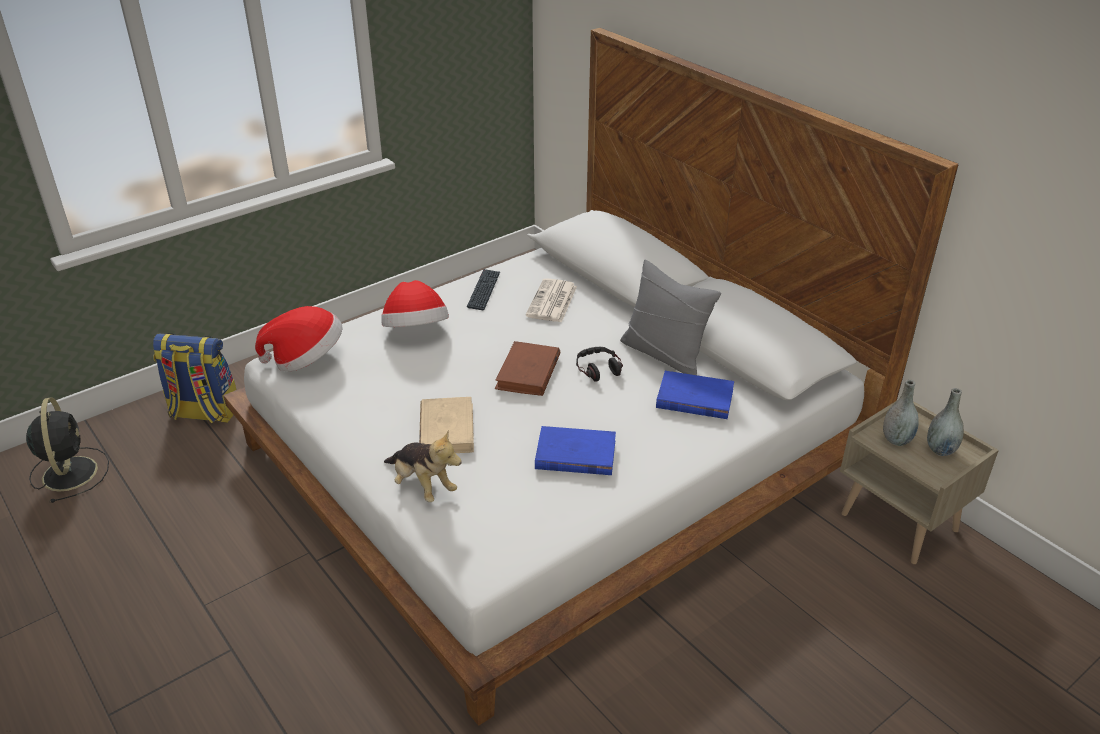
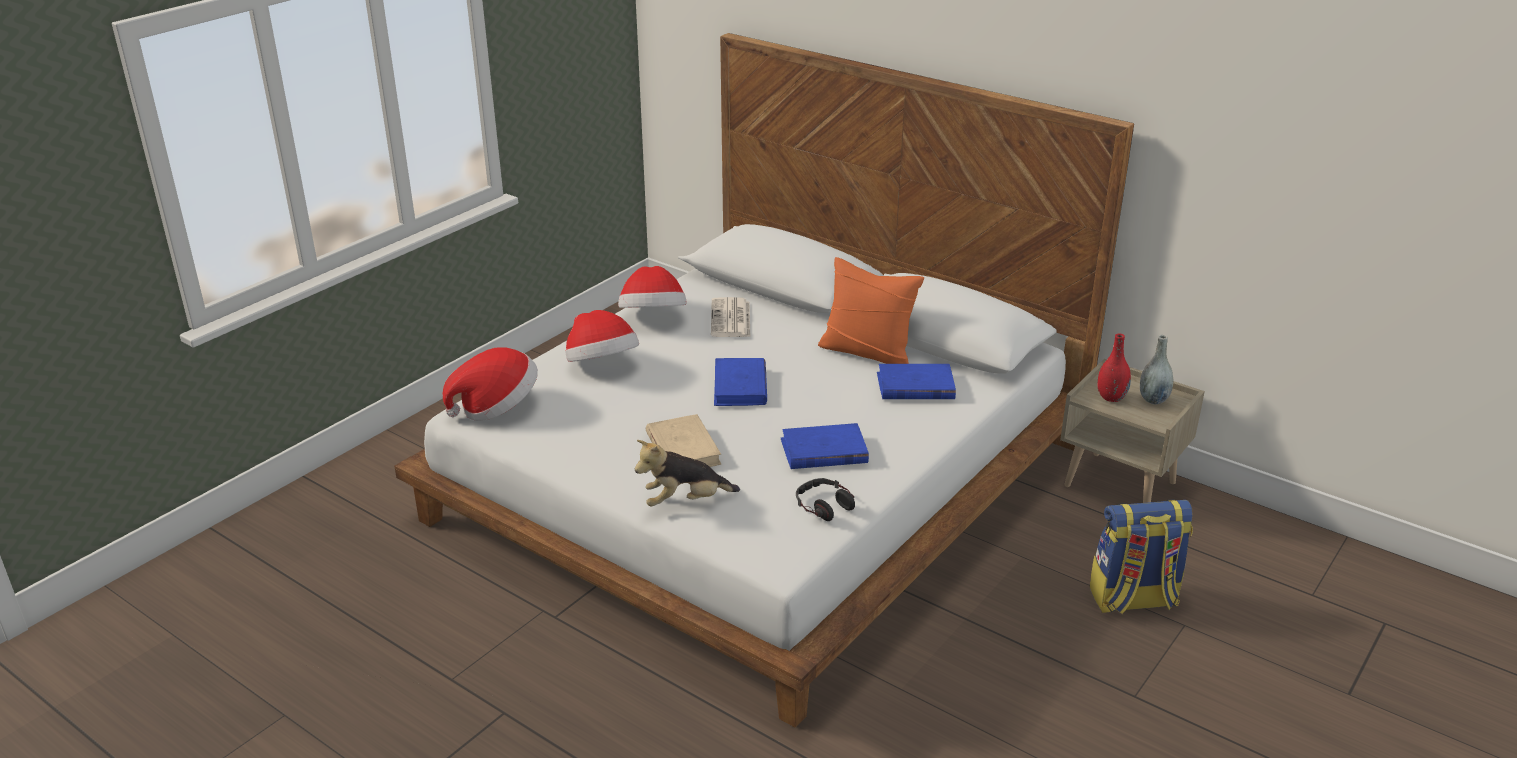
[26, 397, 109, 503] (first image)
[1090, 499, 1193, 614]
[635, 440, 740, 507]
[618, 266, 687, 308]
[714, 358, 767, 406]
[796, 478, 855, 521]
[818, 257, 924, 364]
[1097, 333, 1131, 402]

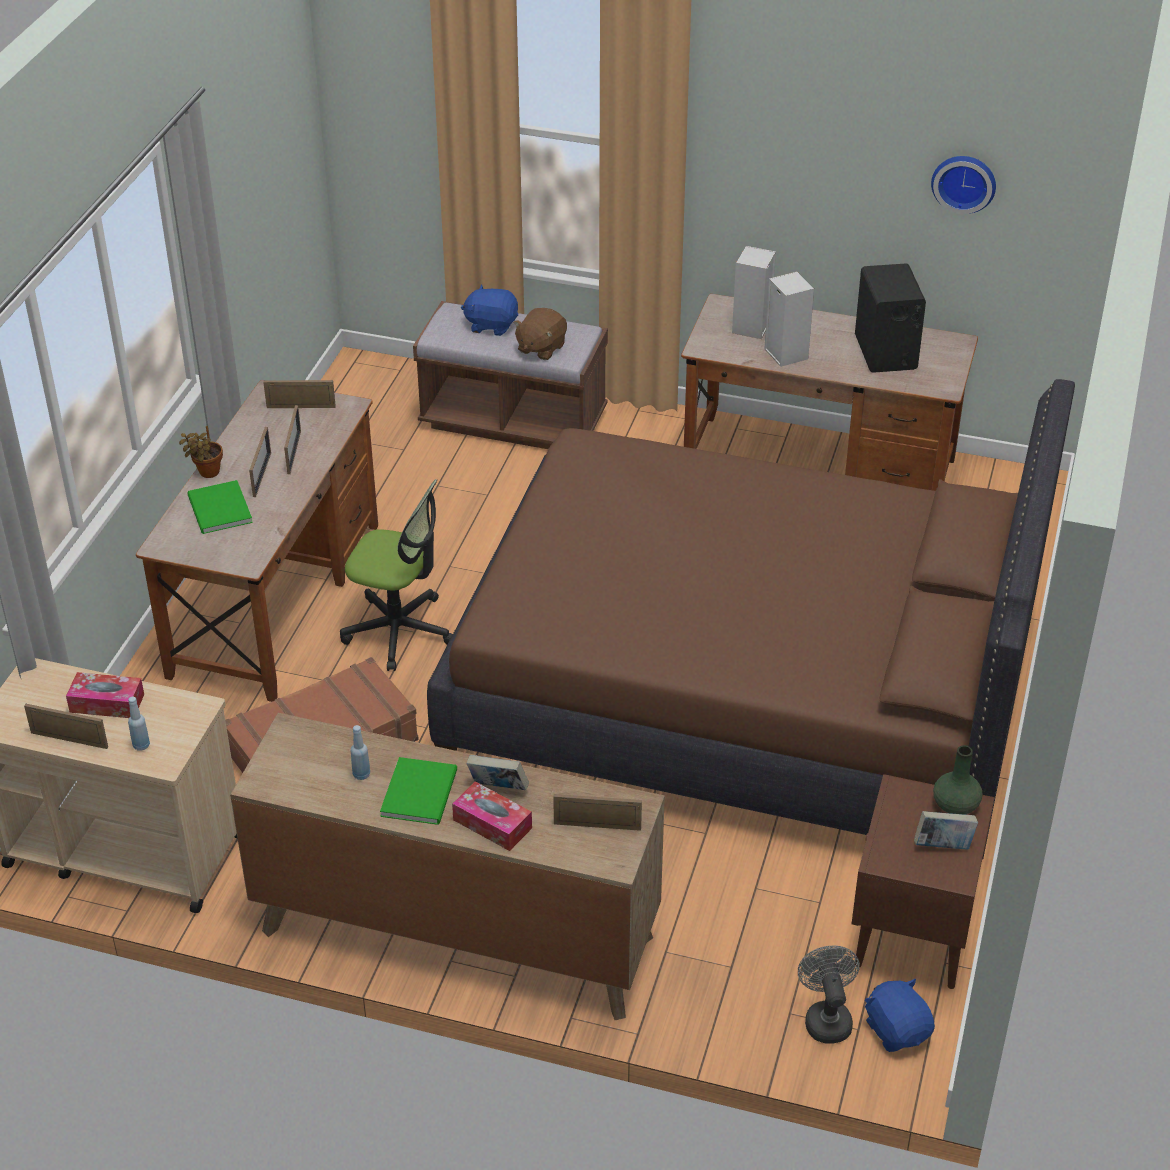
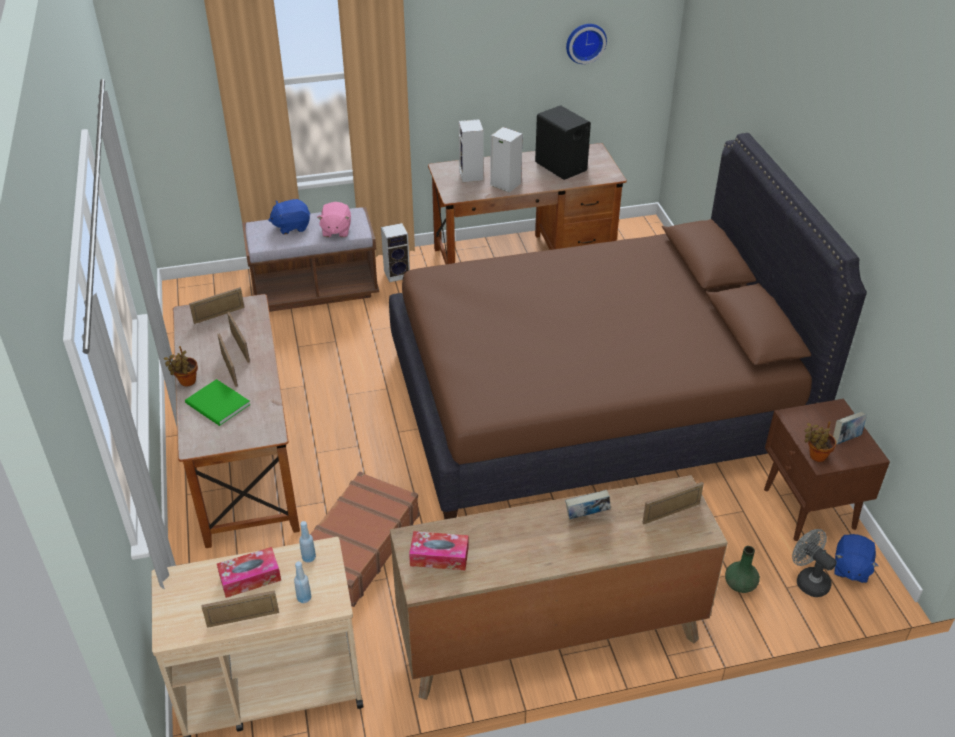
[340, 479, 453, 671] (first image)
[299, 521, 316, 563]
[380, 757, 457, 825] (first image)
[409, 531, 468, 570]
[317, 202, 351, 237]
[835, 534, 878, 583]
[725, 546, 760, 593]
[381, 223, 410, 282]
[804, 421, 836, 462]

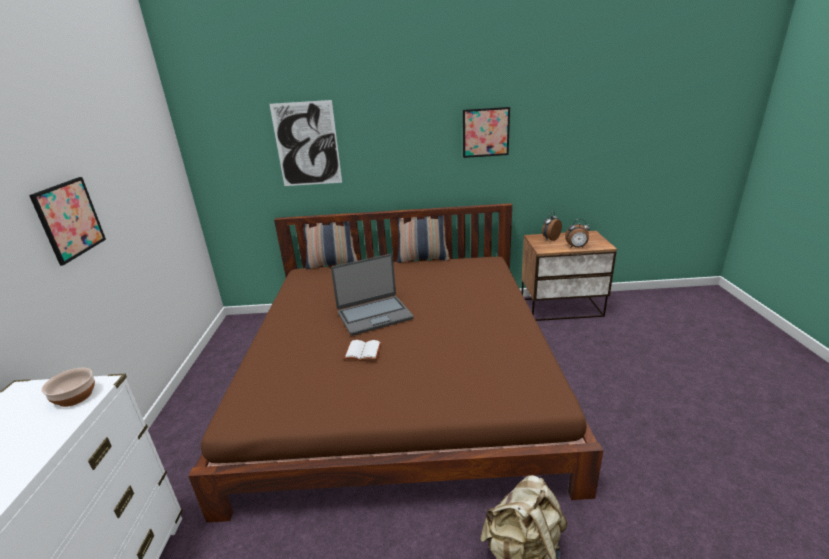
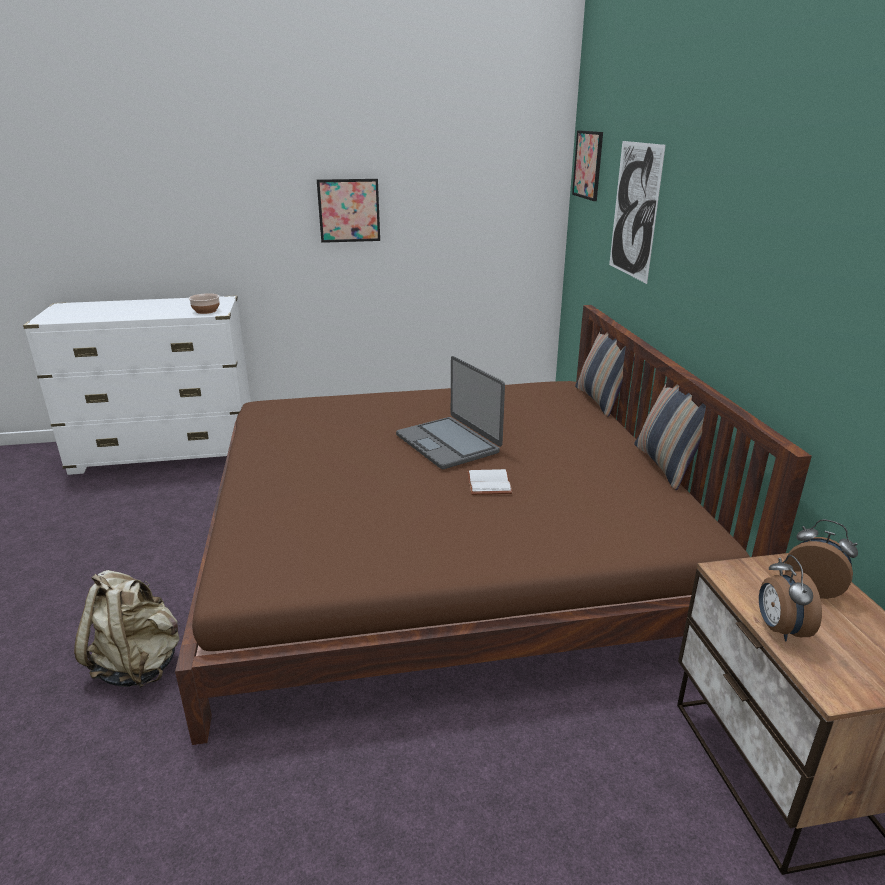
[467, 469, 512, 495]
[572, 130, 603, 201]

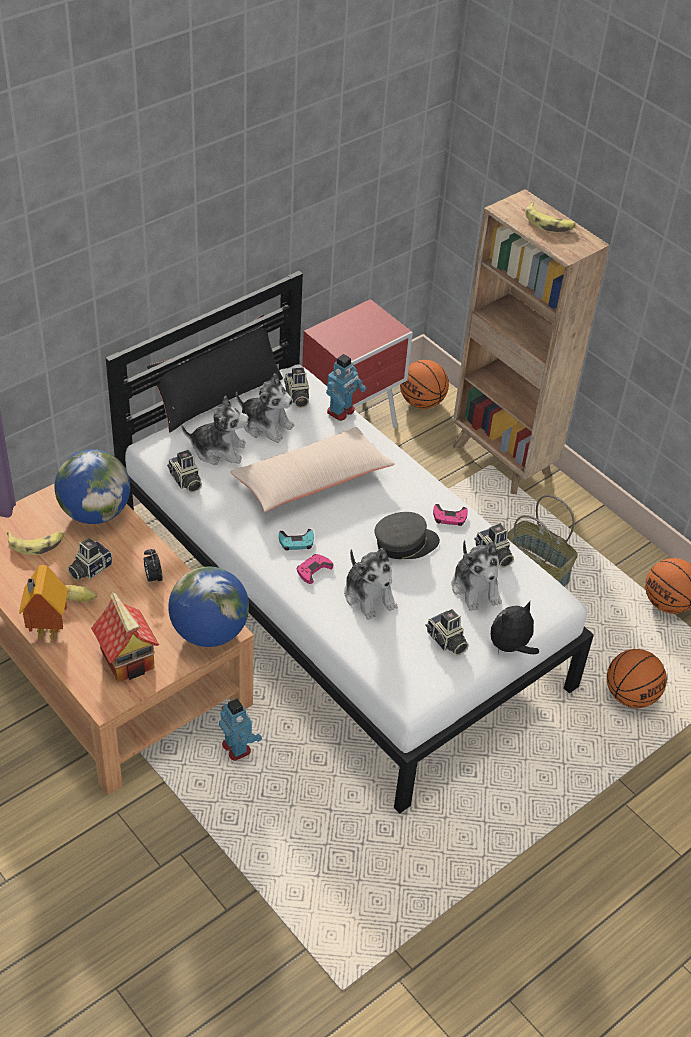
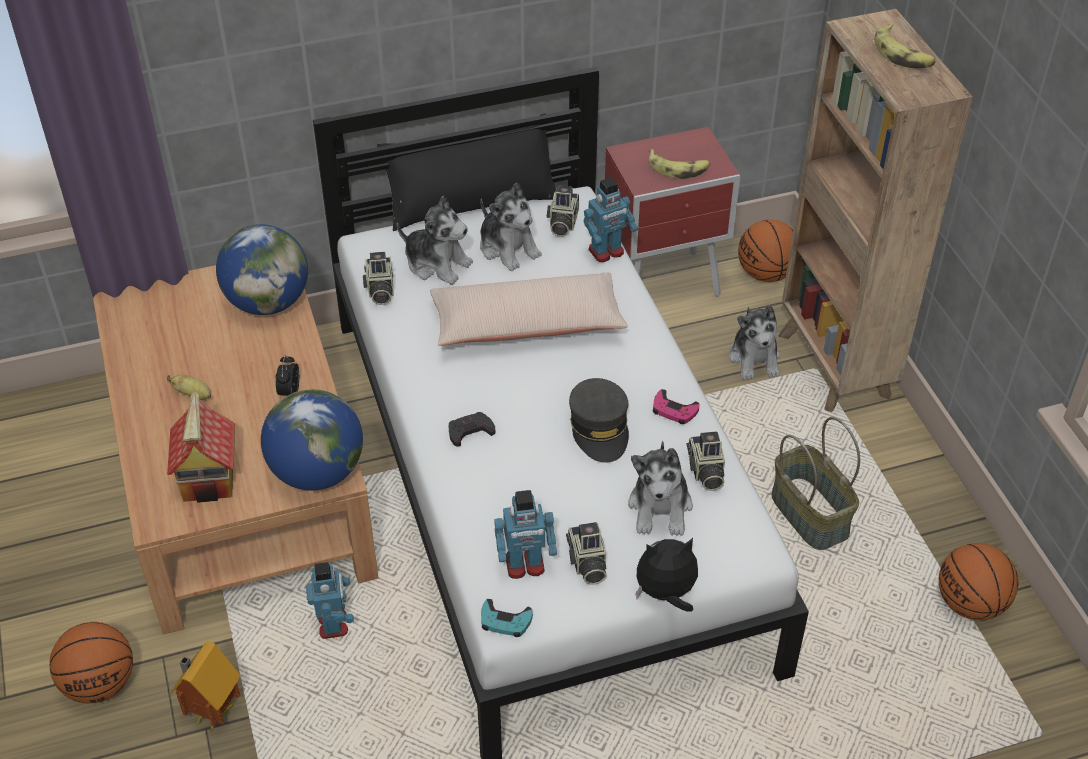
[649, 149, 710, 179]
[170, 641, 240, 731]
[68, 538, 112, 580] (first image)
[481, 599, 533, 637]
[449, 412, 495, 446]
[729, 305, 780, 380]
[569, 378, 629, 463]
[50, 622, 133, 703]
[494, 490, 557, 579]

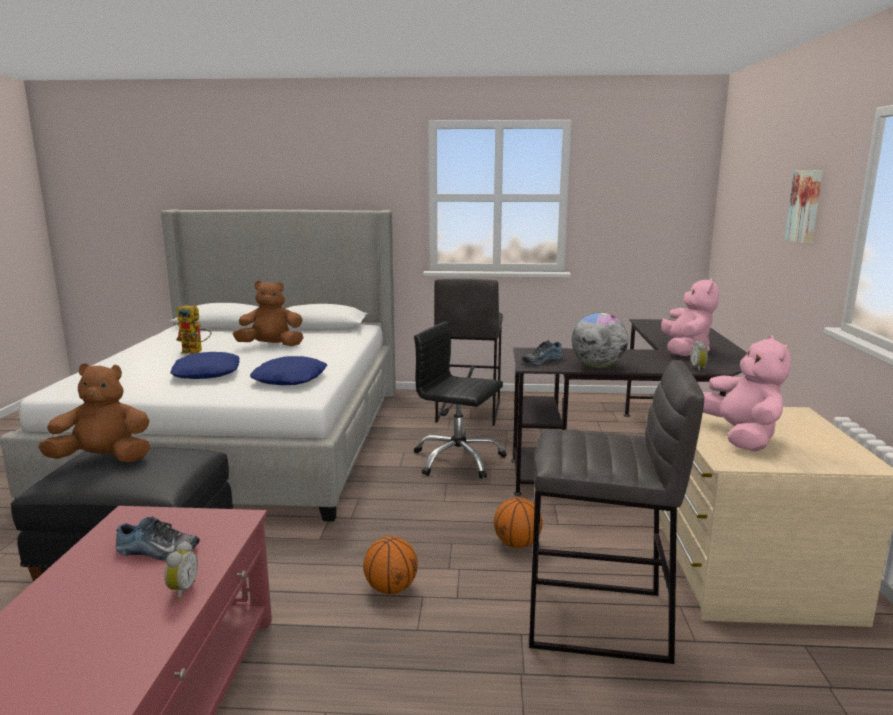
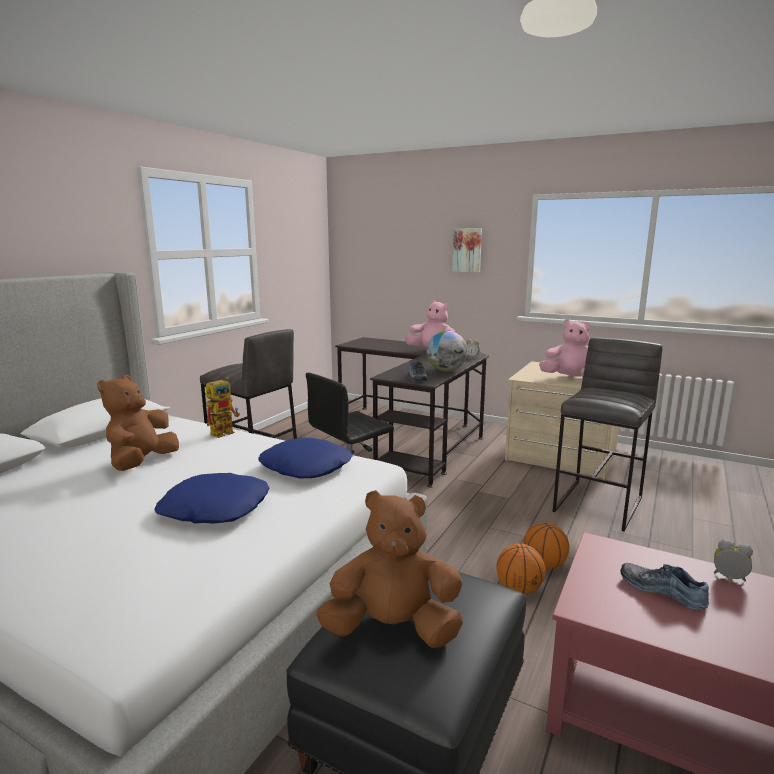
[316, 490, 463, 648]
[620, 563, 709, 610]
[206, 377, 240, 438]
[496, 544, 546, 595]

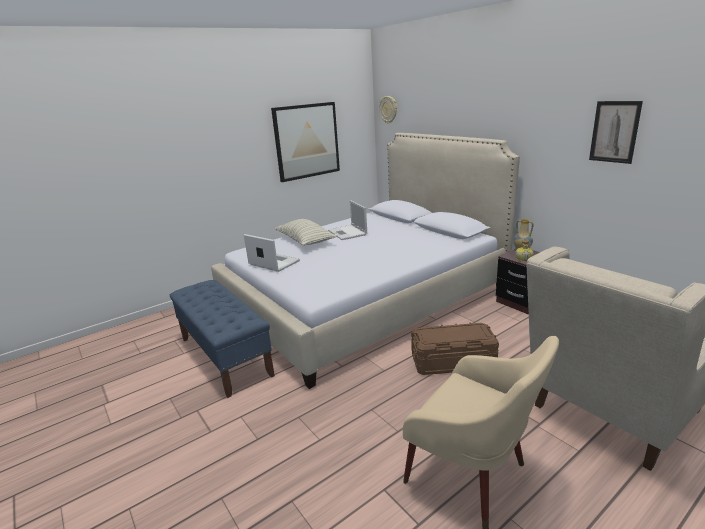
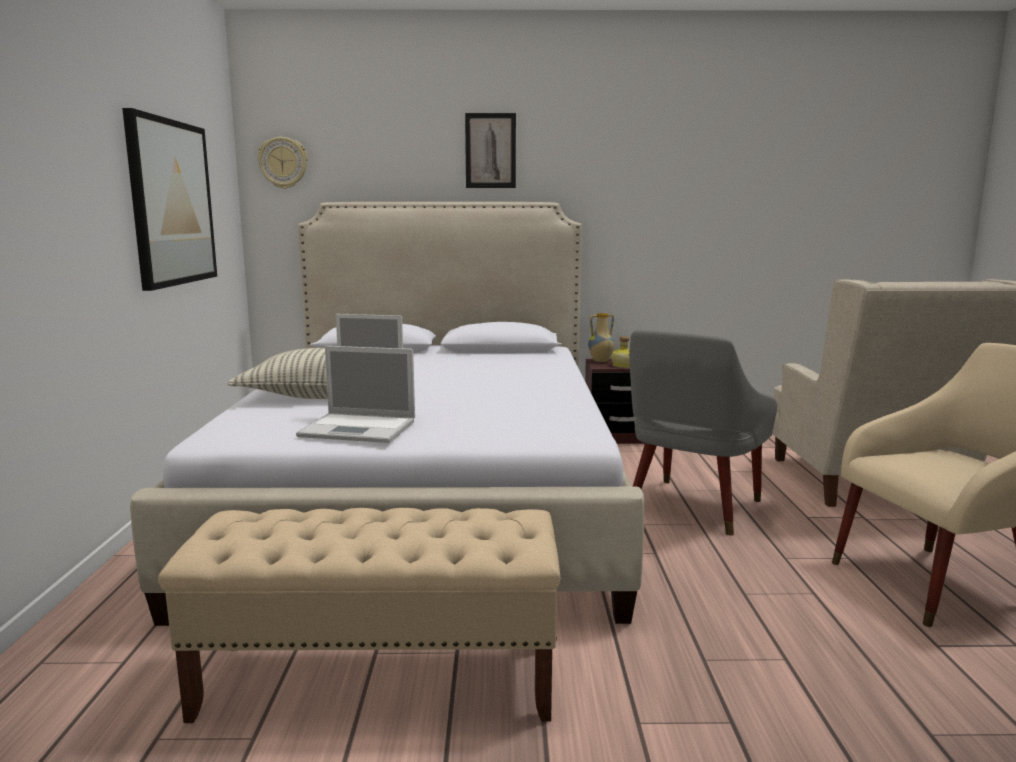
[158, 508, 560, 723]
[296, 346, 415, 443]
[629, 329, 777, 536]
[465, 113, 516, 188]

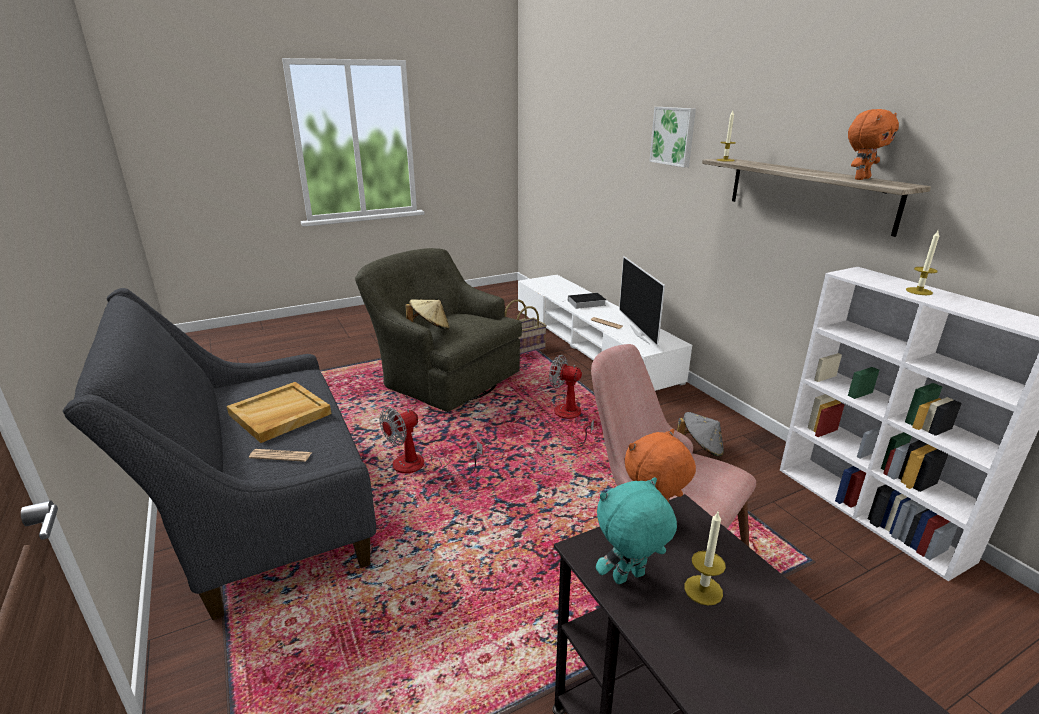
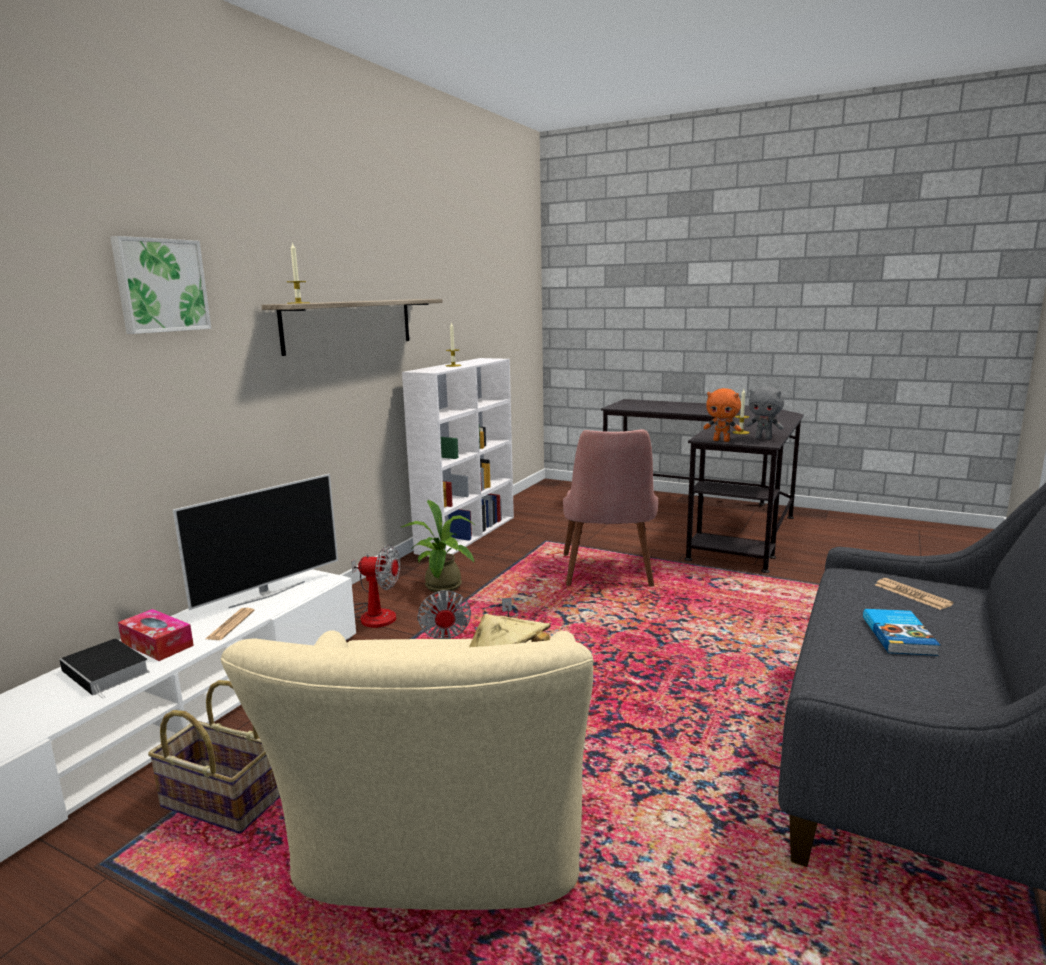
[863, 609, 940, 656]
[220, 630, 594, 910]
[351, 545, 400, 628]
[746, 386, 784, 439]
[401, 500, 475, 593]
[848, 109, 899, 180] (first image)
[118, 609, 194, 661]

